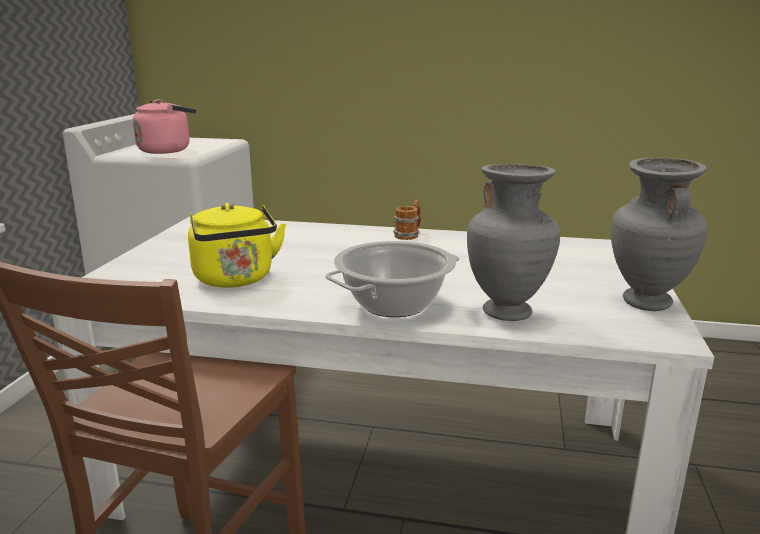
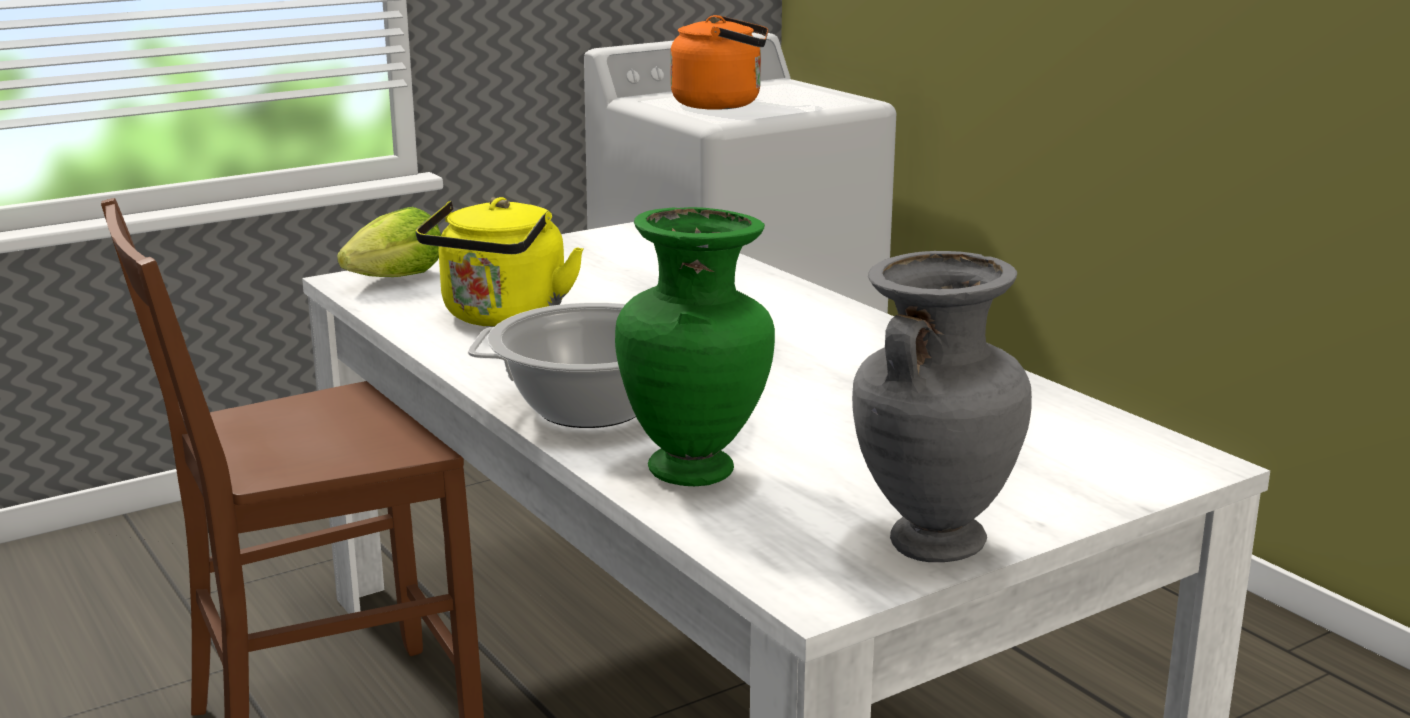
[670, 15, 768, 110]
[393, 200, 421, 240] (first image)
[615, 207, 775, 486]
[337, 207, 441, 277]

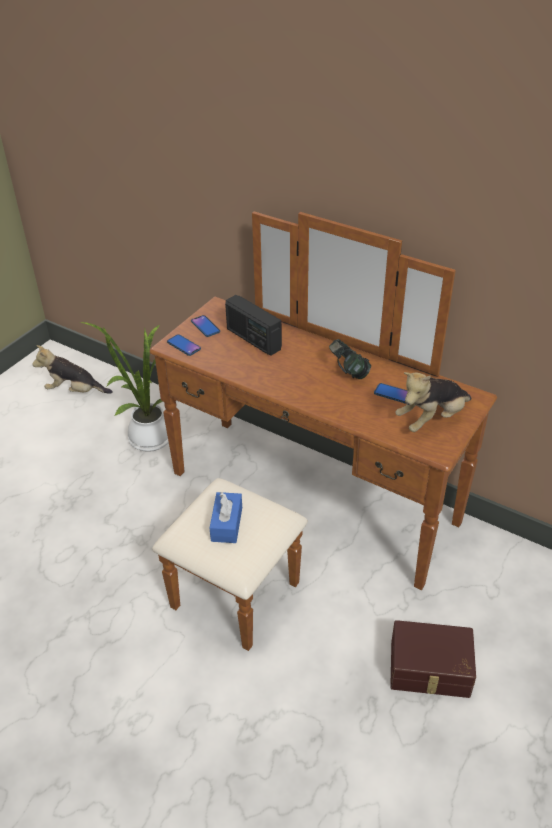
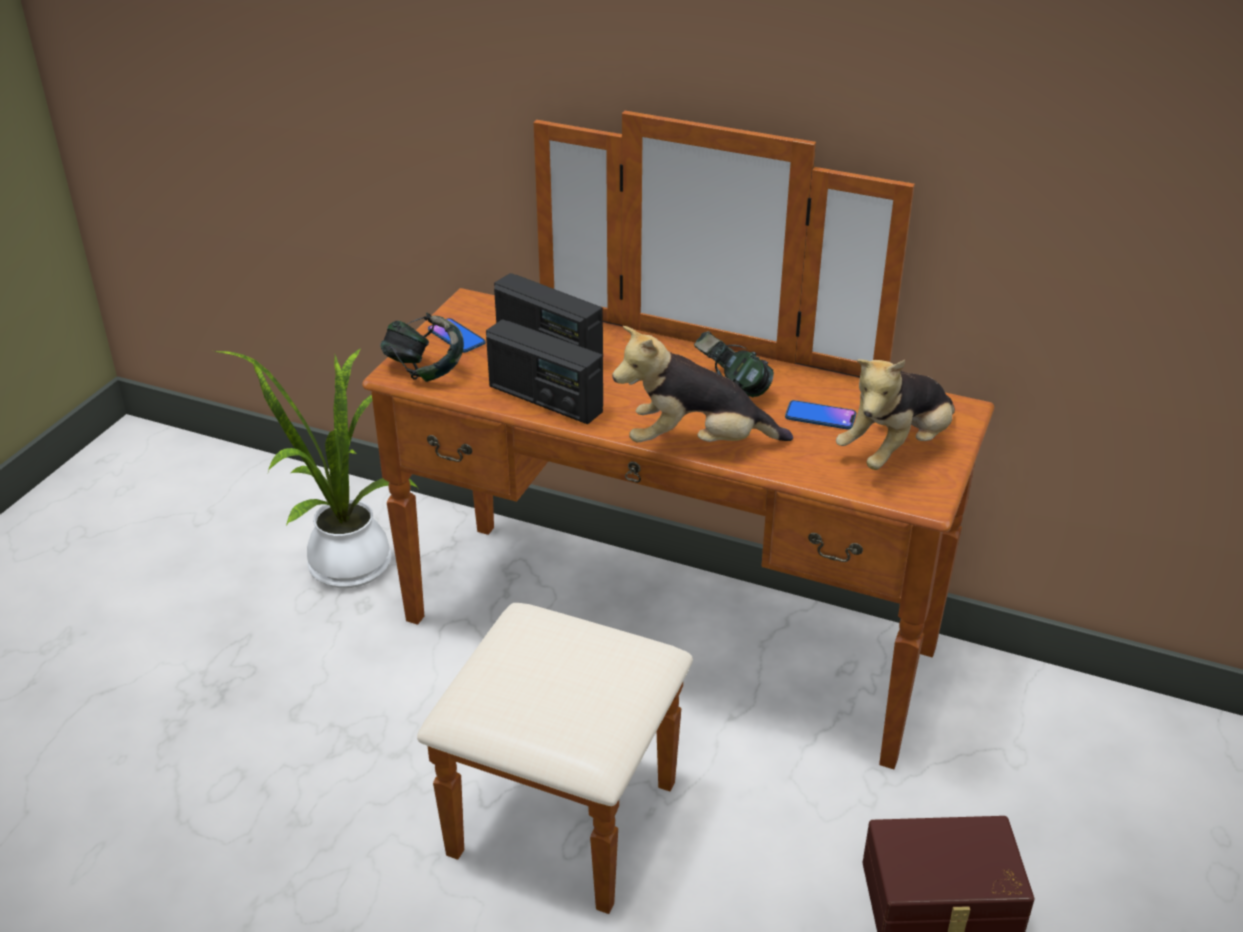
[612, 326, 793, 443]
[380, 313, 464, 382]
[209, 492, 242, 543] (first image)
[486, 319, 603, 424]

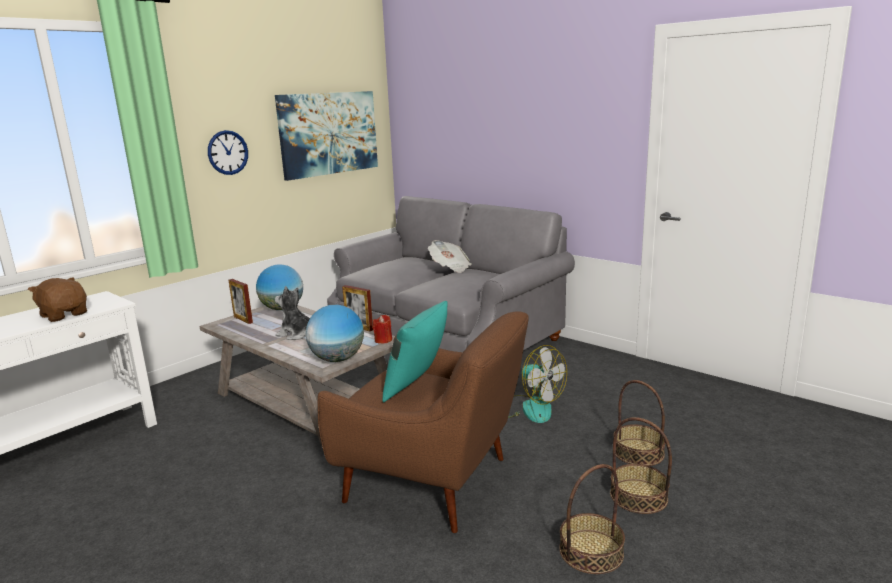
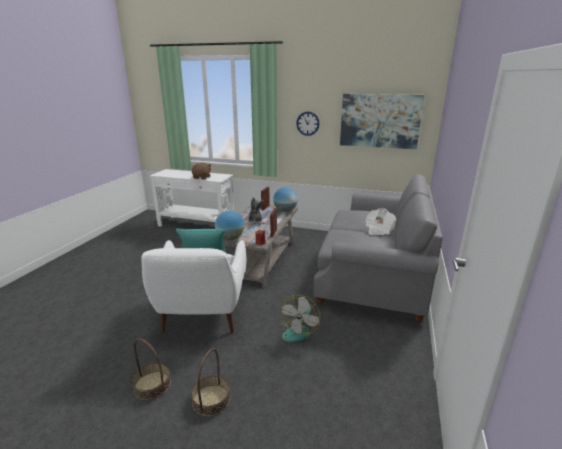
[141, 240, 246, 333]
[613, 380, 665, 466] (first image)

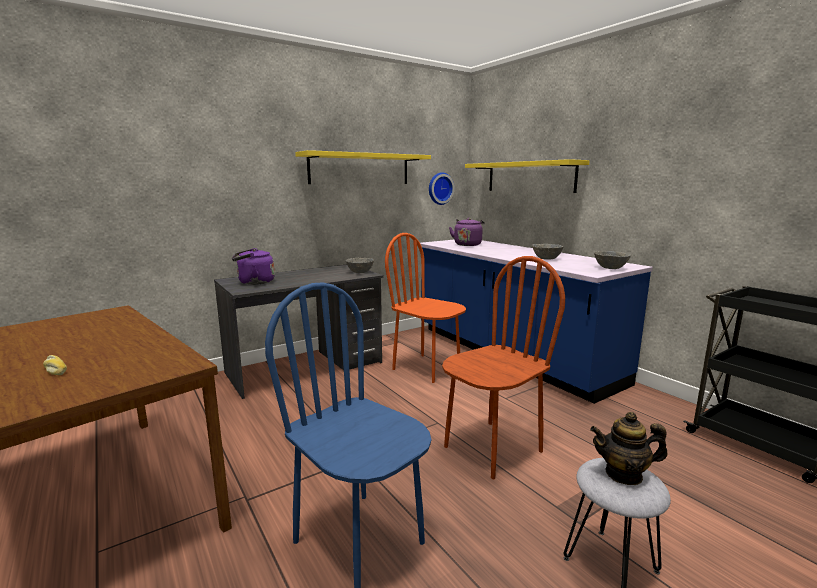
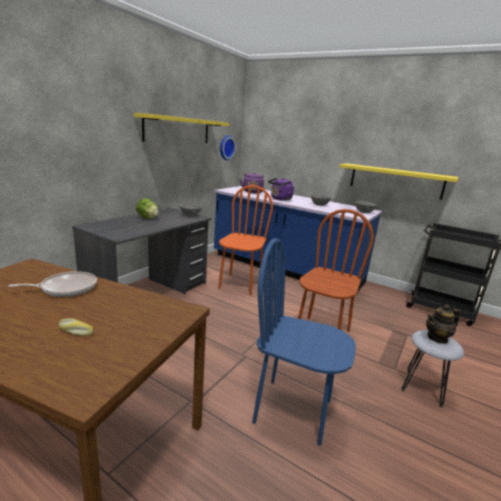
[268, 178, 295, 201]
[218, 185, 273, 295]
[339, 163, 459, 200]
[8, 271, 97, 297]
[136, 198, 159, 219]

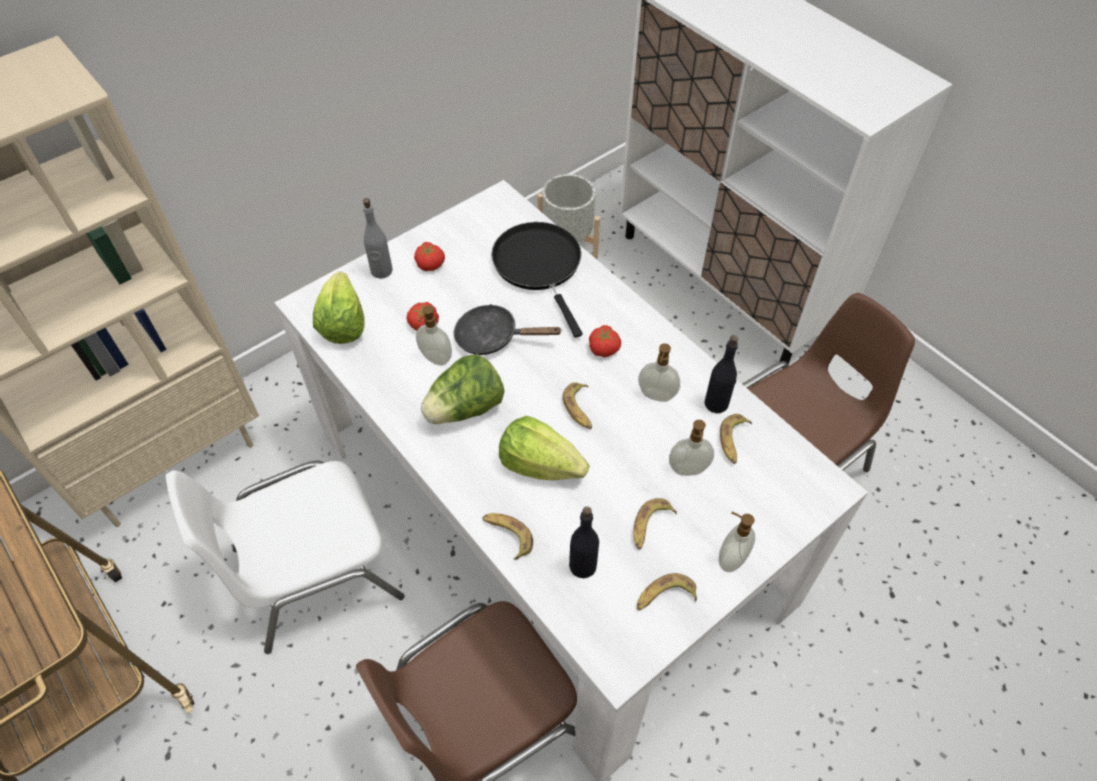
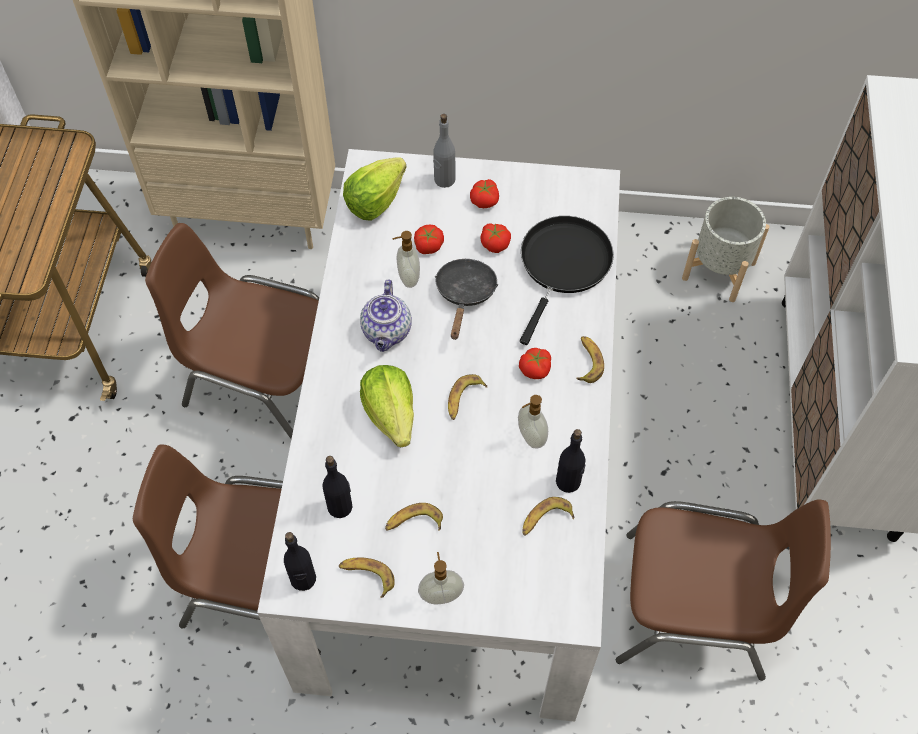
[145, 223, 319, 439]
[360, 280, 412, 352]
[435, 259, 498, 340]
[576, 336, 604, 383]
[669, 420, 714, 476] (first image)
[284, 532, 316, 591]
[480, 223, 511, 253]

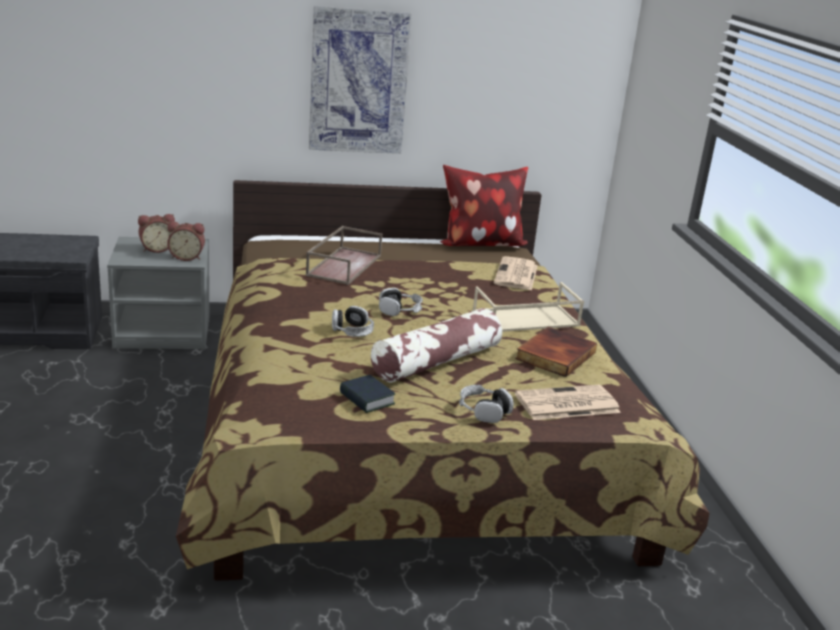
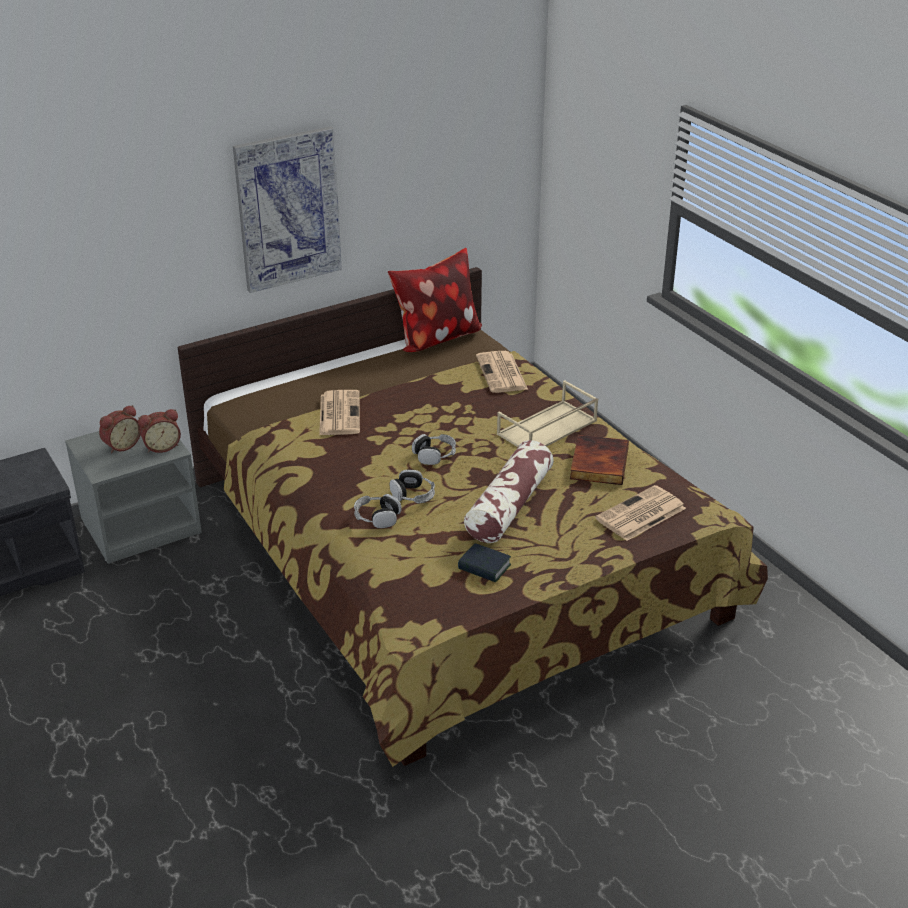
[319, 390, 360, 435]
[354, 494, 402, 528]

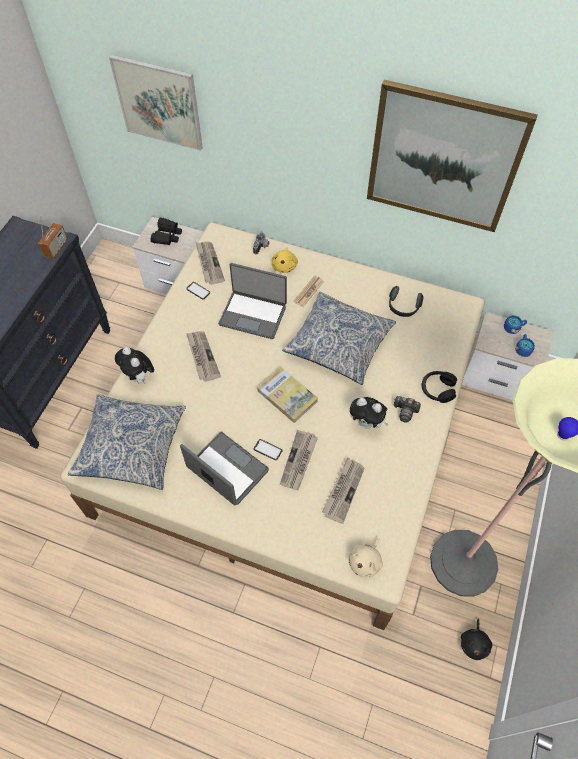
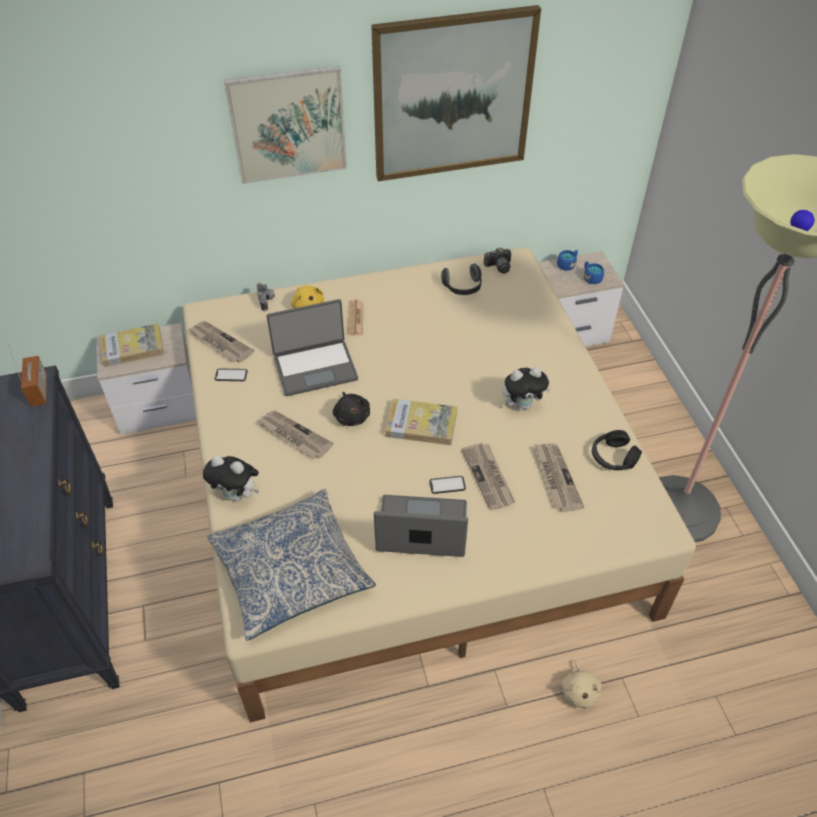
[224, 66, 347, 184]
[100, 324, 164, 367]
[282, 292, 396, 385] (first image)
[561, 659, 602, 709]
[484, 247, 511, 274]
[592, 430, 642, 470]
[333, 392, 370, 426]

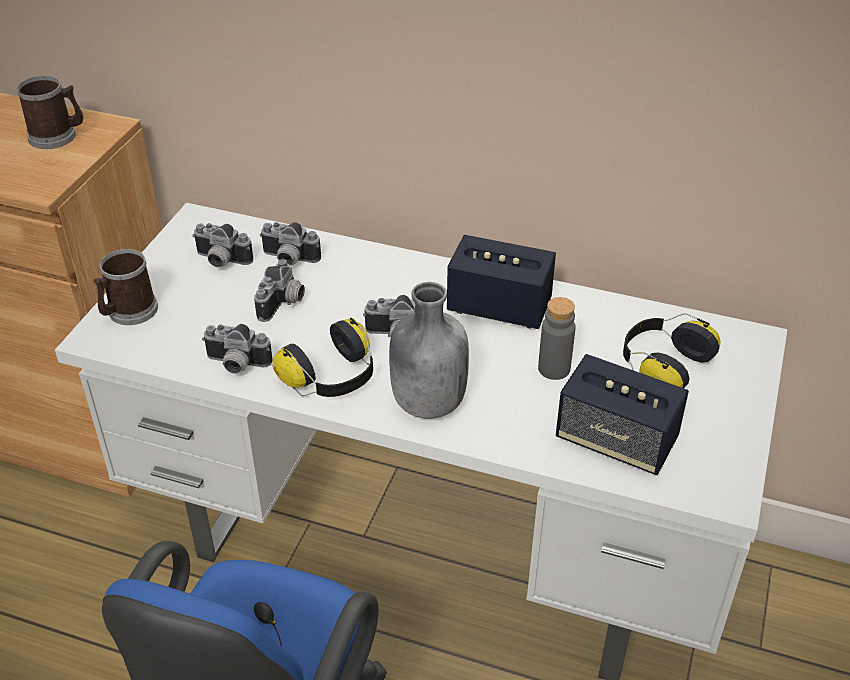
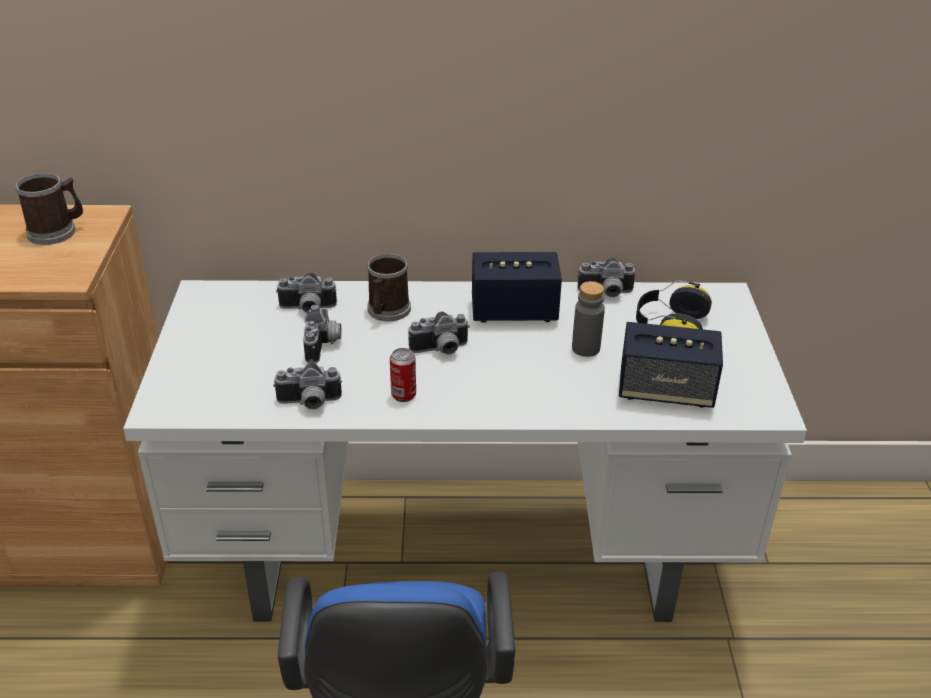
[367, 254, 411, 321]
[577, 258, 637, 298]
[390, 348, 416, 402]
[389, 282, 469, 419] (first image)

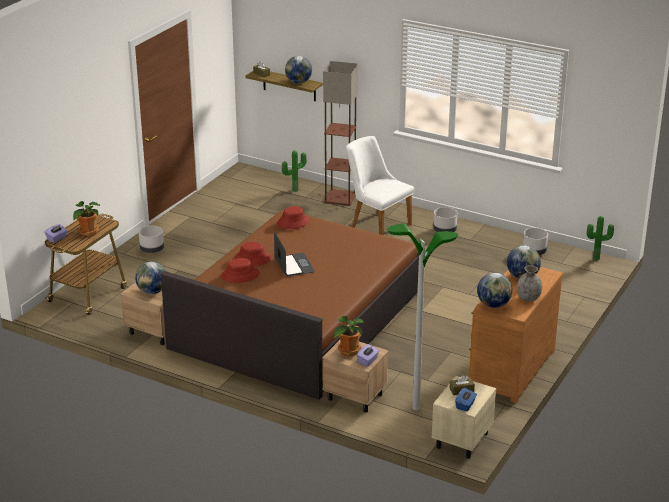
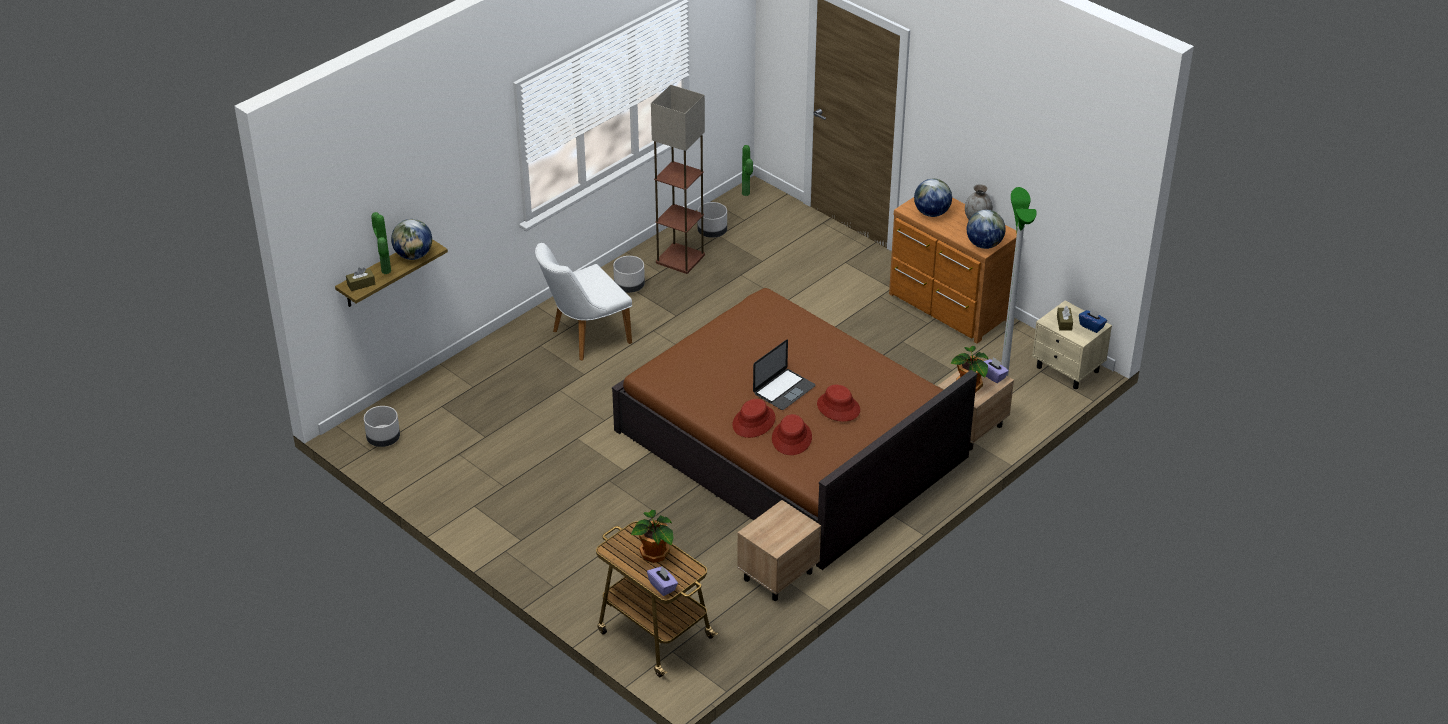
[135, 262, 167, 294] (first image)
[364, 406, 400, 447]
[753, 340, 816, 410]
[817, 385, 860, 421]
[371, 212, 391, 274]
[651, 85, 705, 274]

